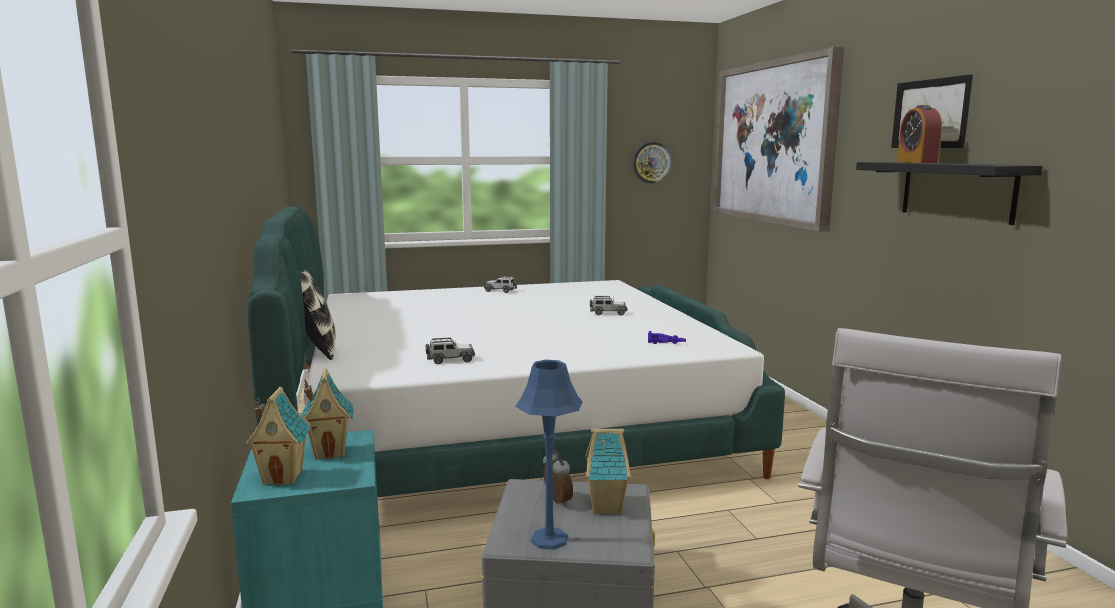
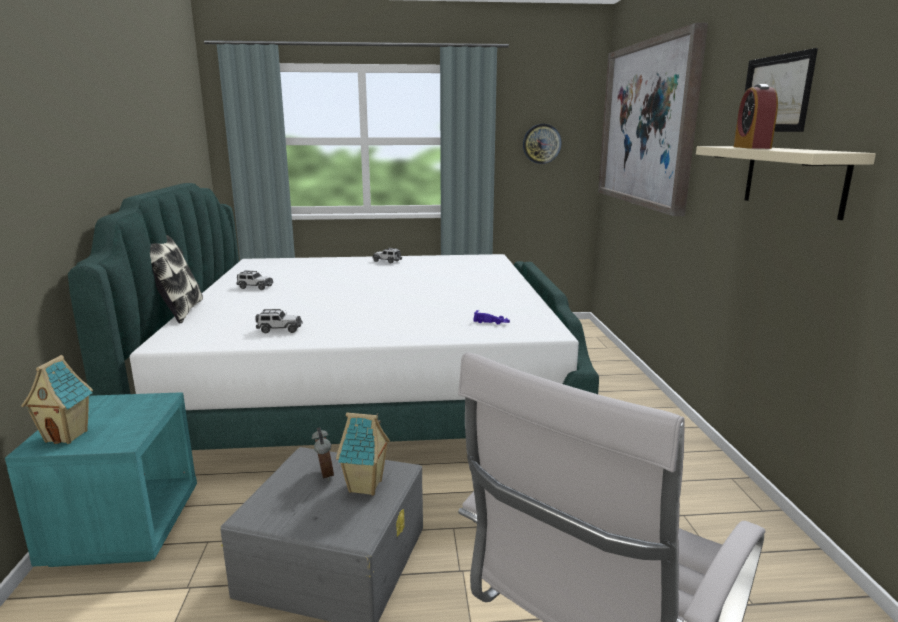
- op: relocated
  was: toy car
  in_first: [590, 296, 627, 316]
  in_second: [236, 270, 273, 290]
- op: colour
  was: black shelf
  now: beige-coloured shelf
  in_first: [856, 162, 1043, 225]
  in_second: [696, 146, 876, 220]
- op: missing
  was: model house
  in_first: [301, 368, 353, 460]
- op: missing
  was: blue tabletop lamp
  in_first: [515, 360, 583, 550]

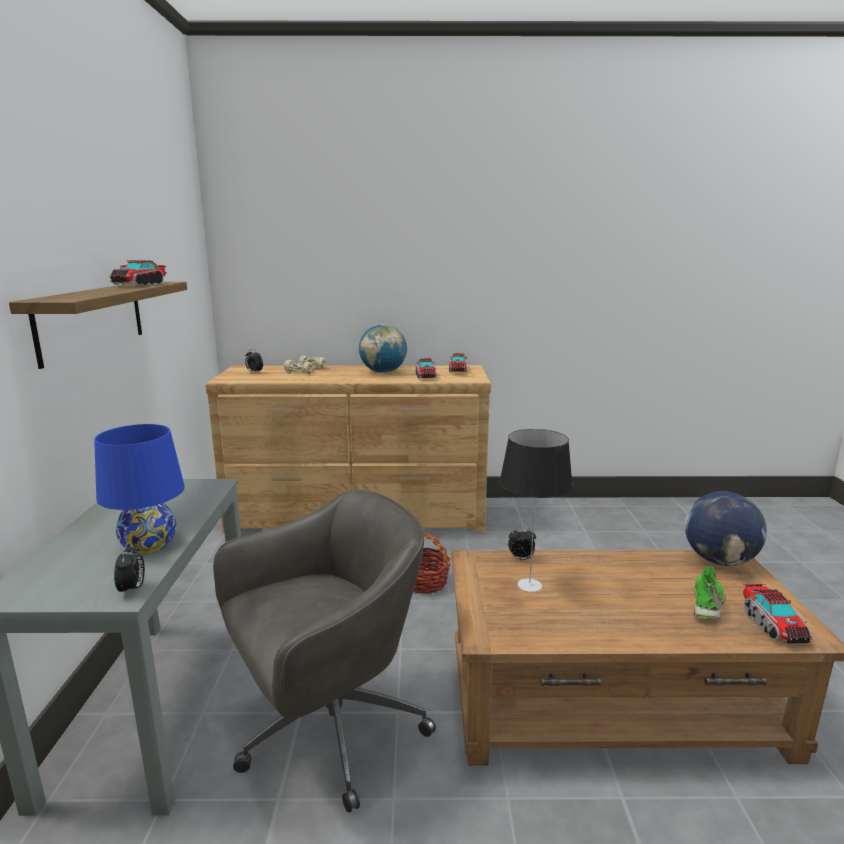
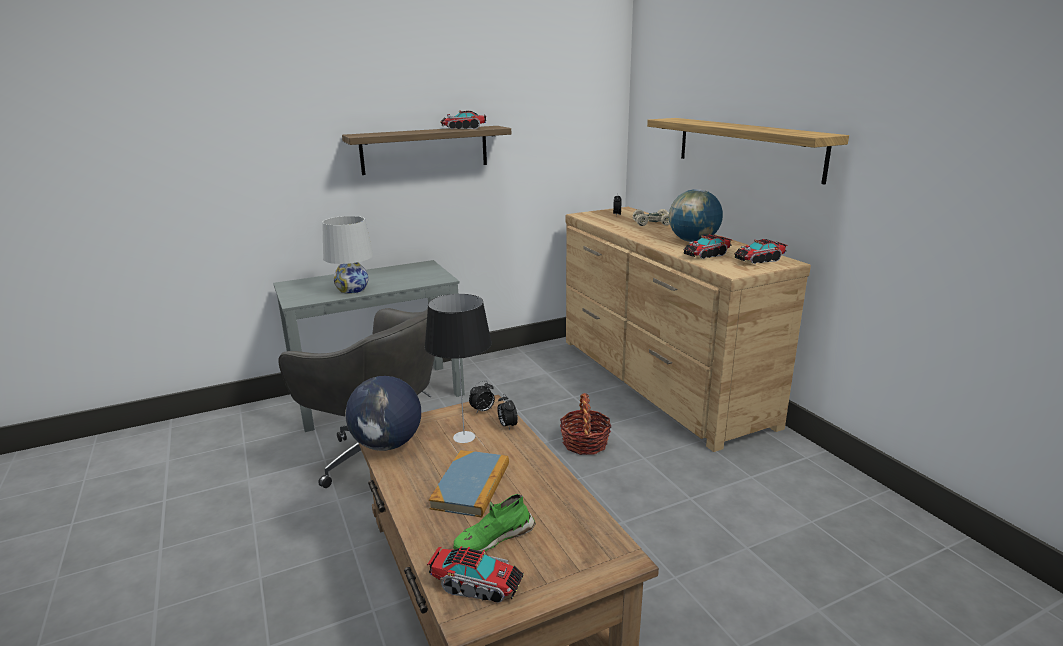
- op: colour
  was: blue tabletop lamp
  now: white tabletop lamp
  in_first: [94, 424, 185, 554]
  in_second: [322, 216, 373, 294]
- op: relocated
  was: globe
  in_first: [685, 491, 767, 566]
  in_second: [345, 376, 421, 451]
- op: spun
  was: toy truck
  in_first: [743, 584, 812, 644]
  in_second: [427, 546, 524, 602]
  clockwise: -135
- op: appeared
  now: volume
  in_second: [429, 450, 509, 518]
- op: spun
  was: green low shoe
  in_first: [694, 566, 725, 619]
  in_second: [453, 494, 536, 552]
  clockwise: 150
- op: relocated
  was: bedside clock
  in_first: [114, 542, 145, 596]
  in_second: [469, 380, 495, 414]
- op: appeared
  now: shelf
  in_second: [647, 118, 849, 185]

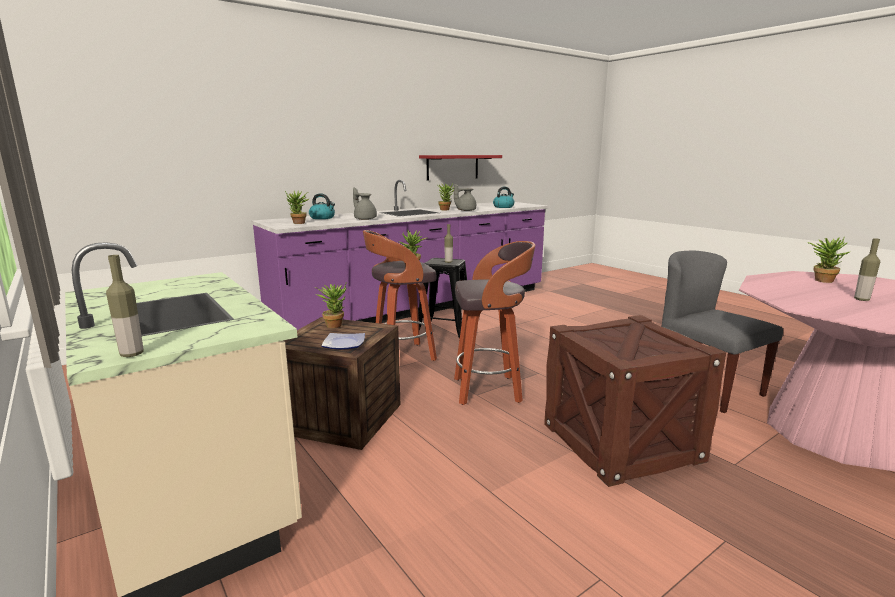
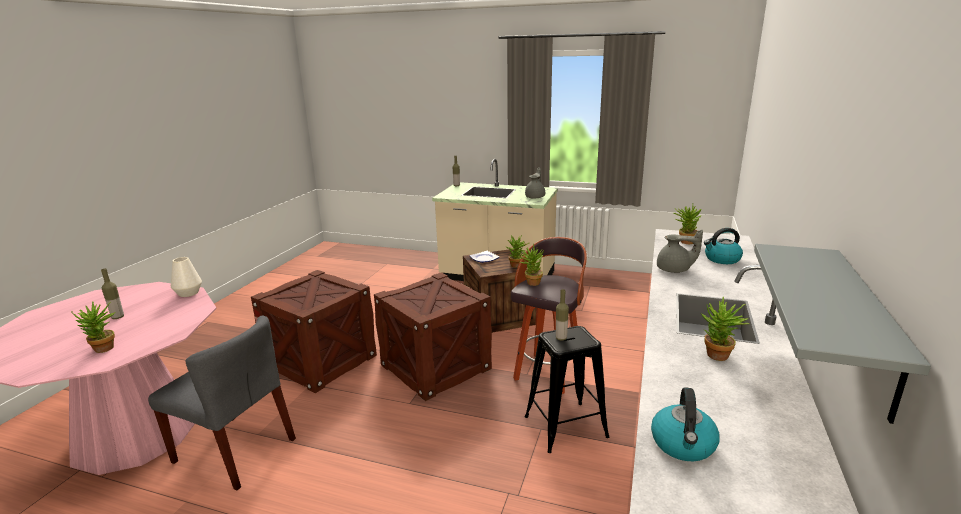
- op: appeared
  now: white flower vase
  in_second: [171, 257, 202, 297]
- op: exchanged
  was: stool
  now: crate
  in_first: [454, 241, 535, 405]
  in_second: [374, 273, 492, 401]
- op: relocated
  was: grey pot for tea
  in_first: [454, 184, 476, 211]
  in_second: [525, 167, 545, 199]
- op: colour
  was: red-coloured shelf
  now: grey shelf
  in_first: [419, 155, 502, 180]
  in_second: [754, 244, 931, 424]

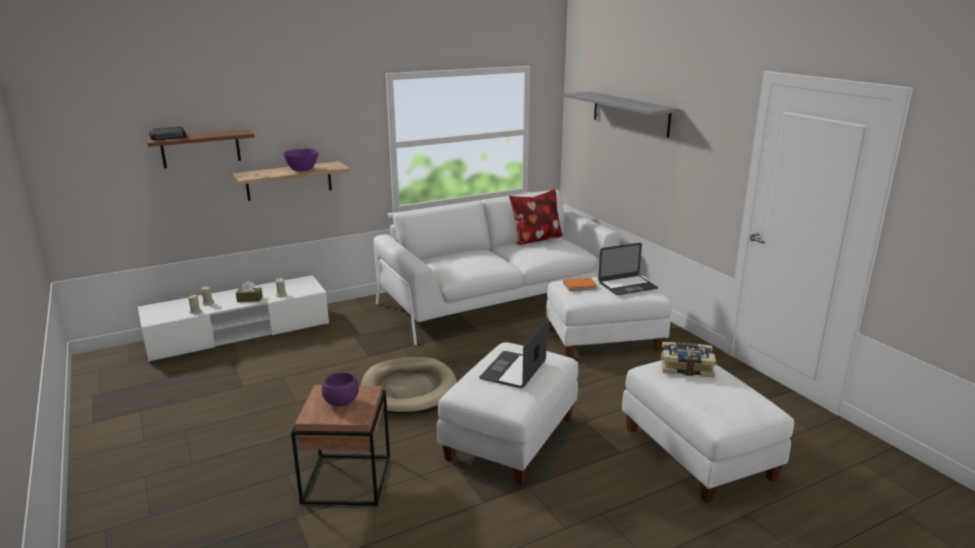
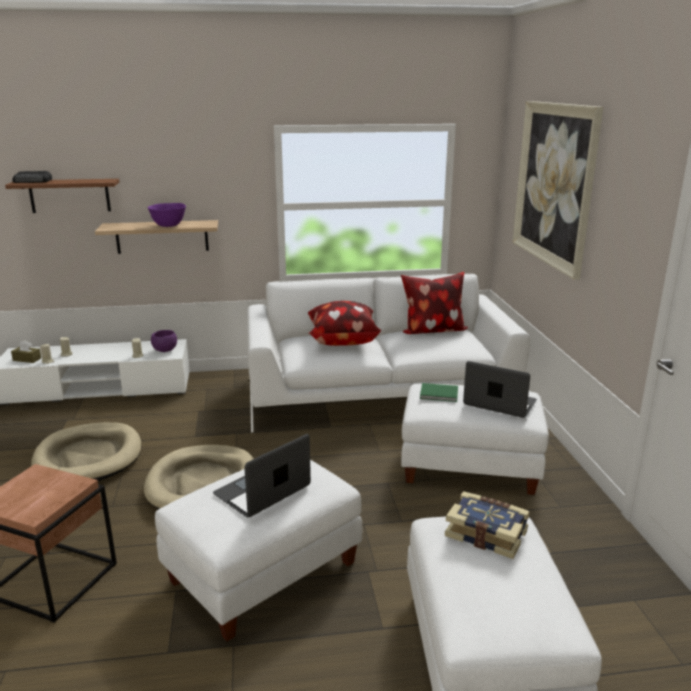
- op: relocated
  was: brown-coloured tissue holder
  in_first: [236, 281, 263, 302]
  in_second: [11, 340, 41, 363]
- op: appeared
  now: beige-coloured pet bed
  in_second: [31, 422, 142, 481]
- op: relocated
  was: purplish deep dish
  in_first: [322, 372, 359, 406]
  in_second: [151, 330, 177, 352]
- op: appeared
  now: throw pillow
  in_second: [308, 301, 381, 346]
- op: colour
  was: orangey volume
  now: green volume
  in_first: [563, 278, 597, 291]
  in_second: [420, 383, 458, 402]
- op: spun
  was: laptop
  in_first: [598, 243, 658, 295]
  in_second: [463, 361, 537, 418]
  clockwise: -150
- op: exchanged
  was: grey shelf
  now: picture
  in_first: [564, 91, 680, 138]
  in_second: [512, 101, 603, 280]

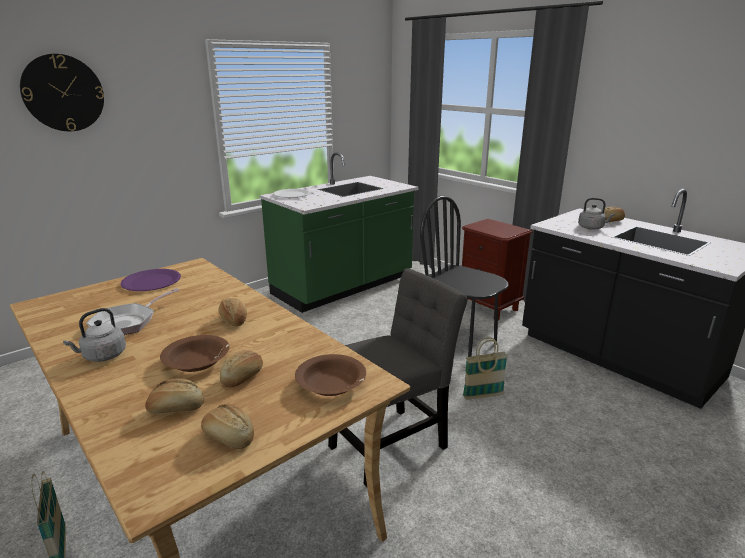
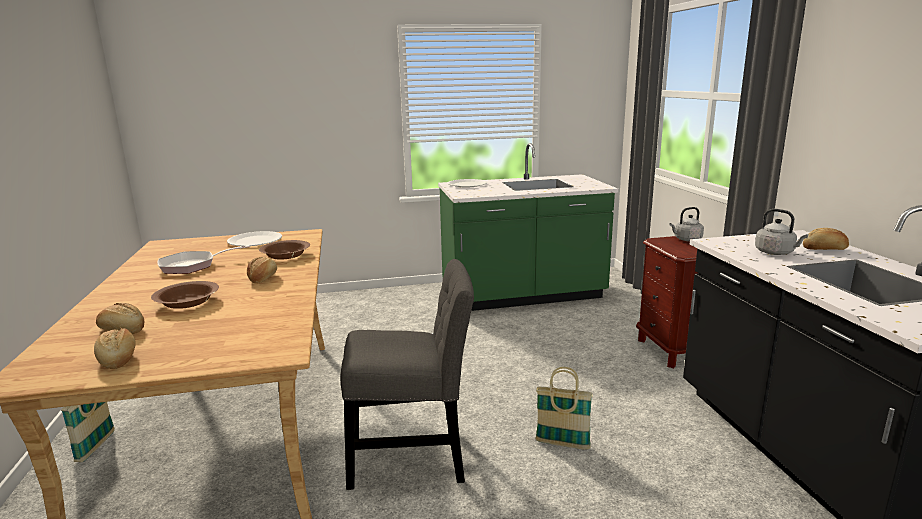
- op: colour
  was: purplish flat dish
  now: white flat dish
  in_first: [120, 269, 181, 291]
  in_second: [227, 231, 282, 246]
- op: relocated
  was: brown-coloured deep dish
  in_first: [295, 354, 366, 396]
  in_second: [259, 240, 310, 260]
- op: relocated
  was: grey tea kettle
  in_first: [63, 308, 126, 362]
  in_second: [669, 207, 704, 241]
- op: missing
  was: clock on the wall
  in_first: [20, 54, 104, 131]
- op: missing
  was: baked bread
  in_first: [220, 350, 263, 387]
- op: missing
  was: black plain chair
  in_first: [420, 195, 508, 357]

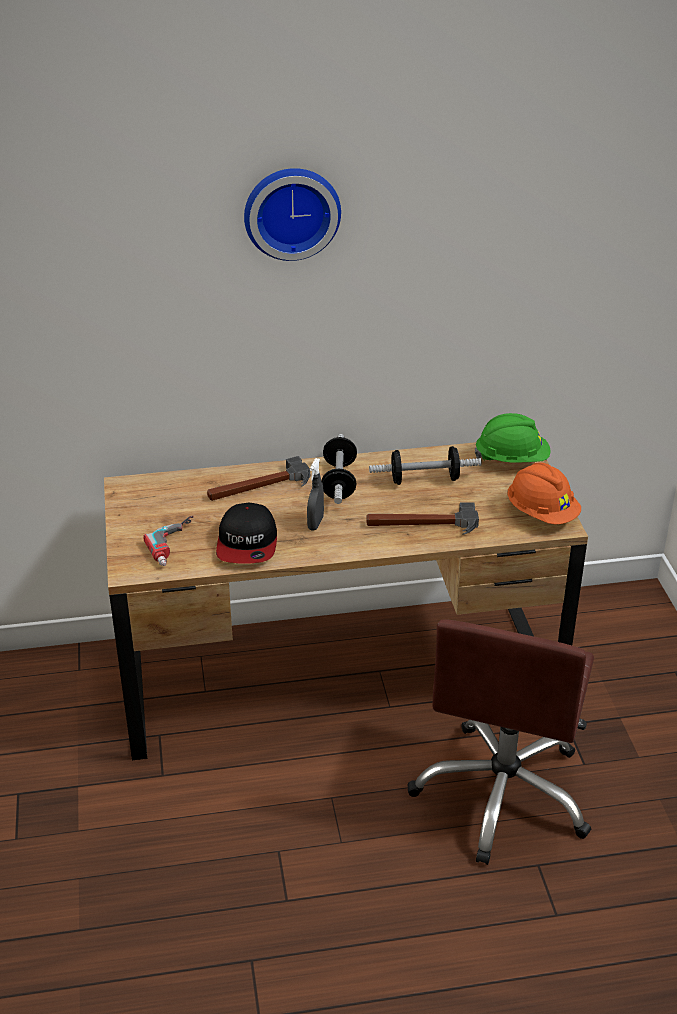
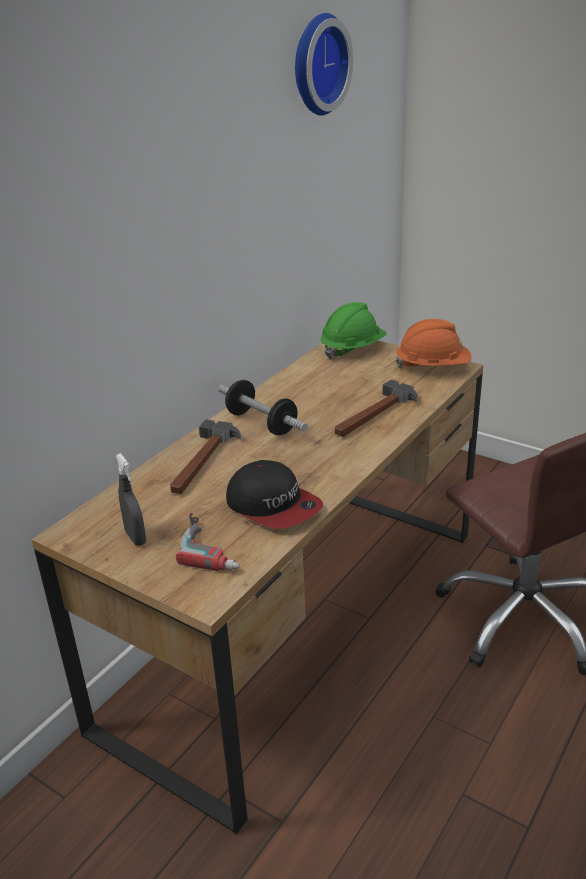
- op: relocated
  was: grey spray bottle
  in_first: [307, 458, 324, 531]
  in_second: [116, 453, 146, 546]
- op: relocated
  was: clock on the wall
  in_first: [244, 168, 341, 261]
  in_second: [295, 13, 353, 116]
- op: missing
  was: free weight
  in_first: [369, 446, 482, 485]

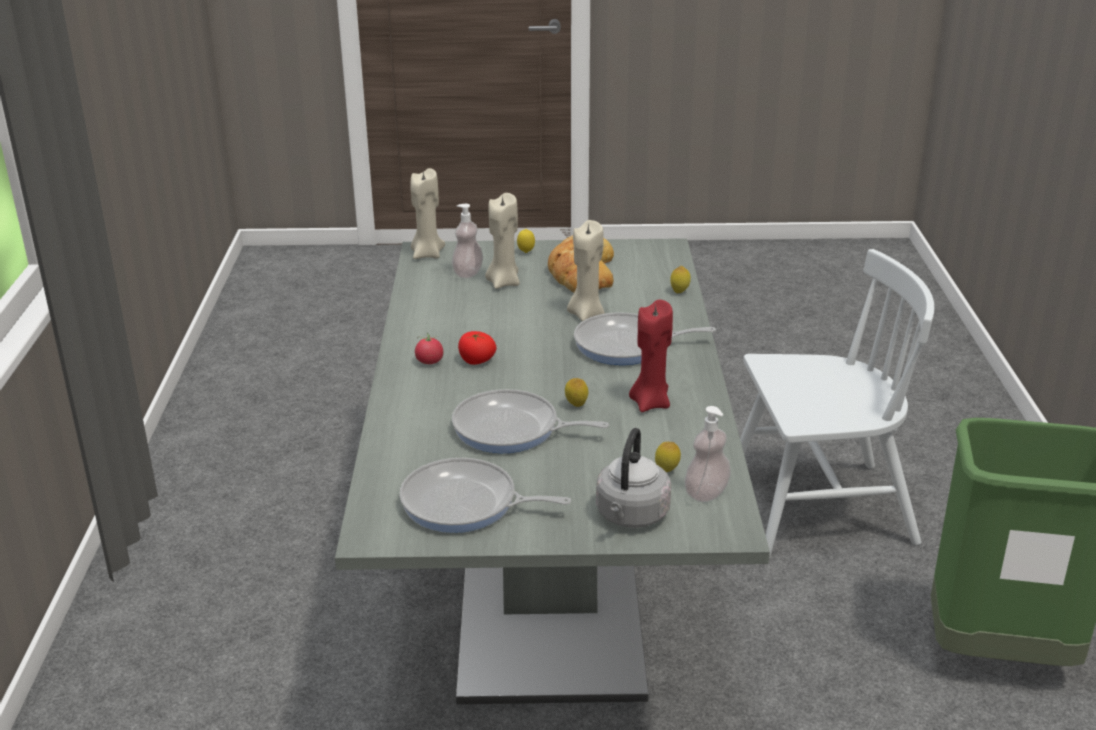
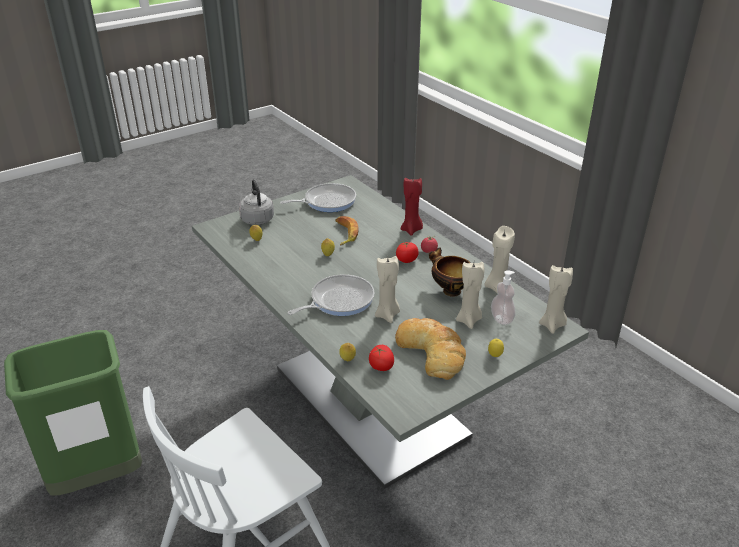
- op: exchanged
  was: frying pan
  now: whole banana
  in_first: [452, 389, 609, 453]
  in_second: [335, 216, 359, 245]
- op: appeared
  now: fresh tomato
  in_second: [369, 345, 394, 371]
- op: relocated
  was: red-coloured wax light
  in_first: [629, 300, 673, 412]
  in_second: [401, 178, 423, 236]
- op: appeared
  now: deep dish
  in_second: [429, 248, 471, 297]
- op: appeared
  now: beige-coloured wax light
  in_second: [484, 226, 515, 294]
- op: missing
  was: soap bottle
  in_first: [684, 406, 731, 502]

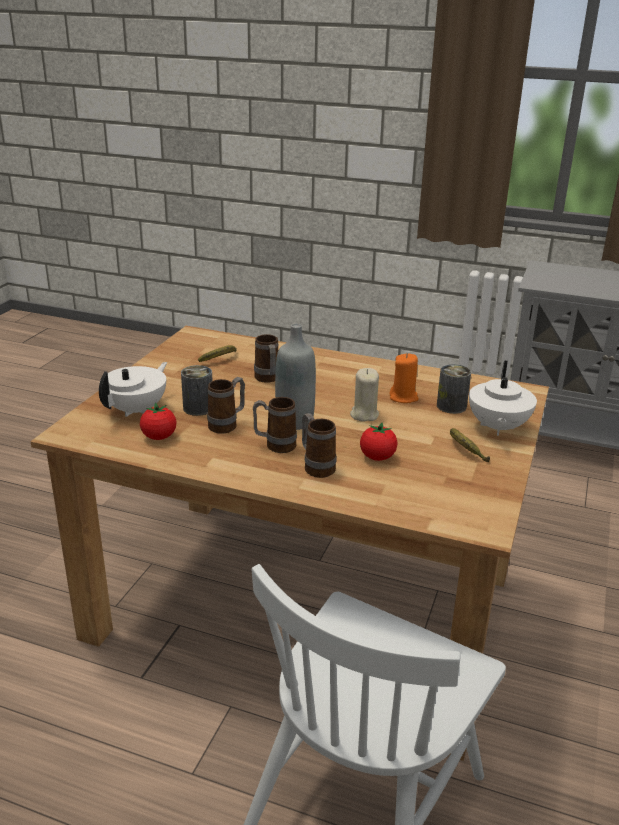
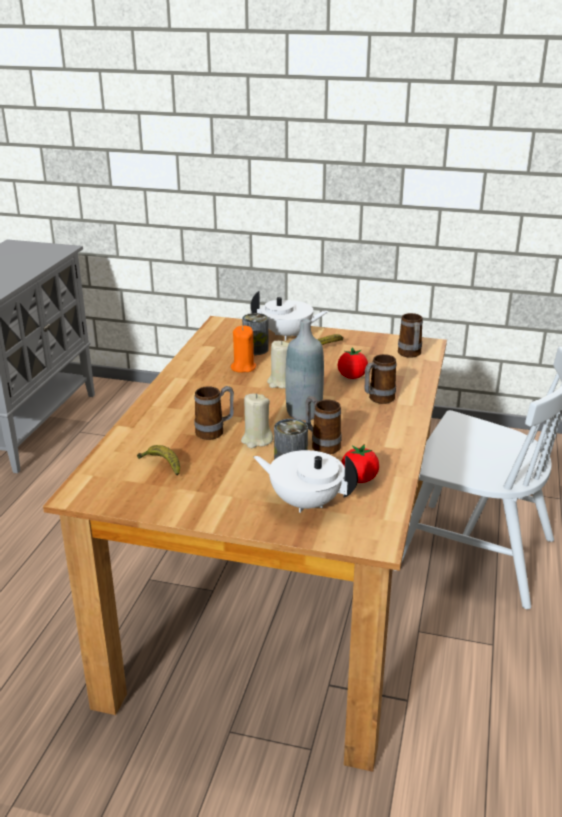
- op: appeared
  now: beige-coloured wax light
  in_second: [241, 394, 274, 448]
- op: relocated
  was: mug
  in_first: [253, 397, 297, 453]
  in_second: [398, 313, 423, 358]

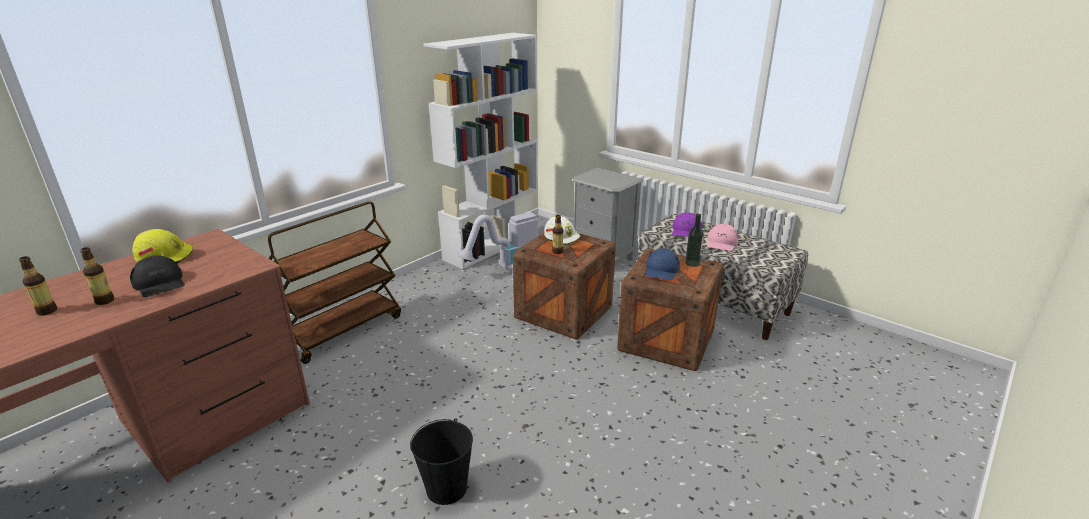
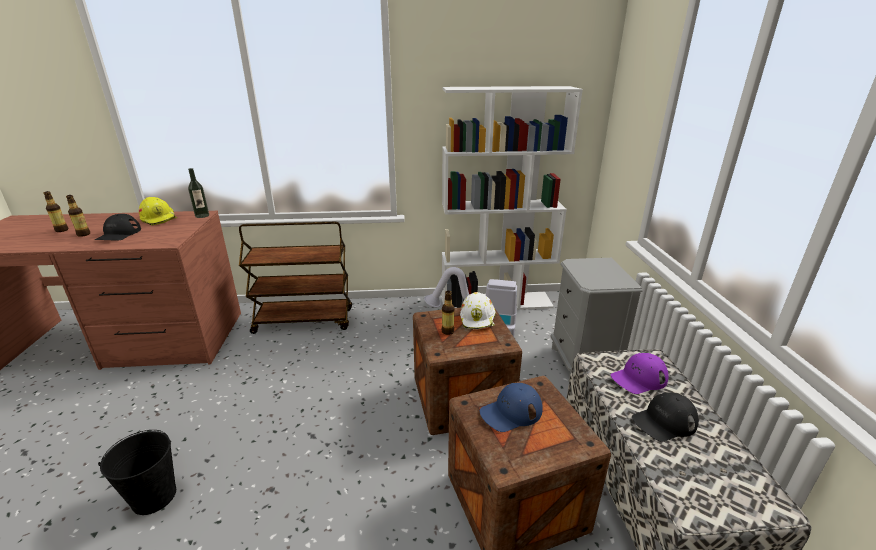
- op: relocated
  was: drink bottle
  in_first: [685, 213, 704, 267]
  in_second: [188, 168, 209, 218]
- op: colour
  was: pink cap
  now: black cap
  in_first: [707, 224, 739, 251]
  in_second: [632, 393, 699, 442]

